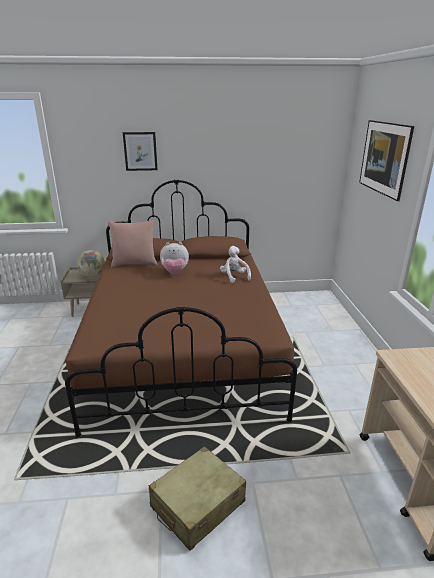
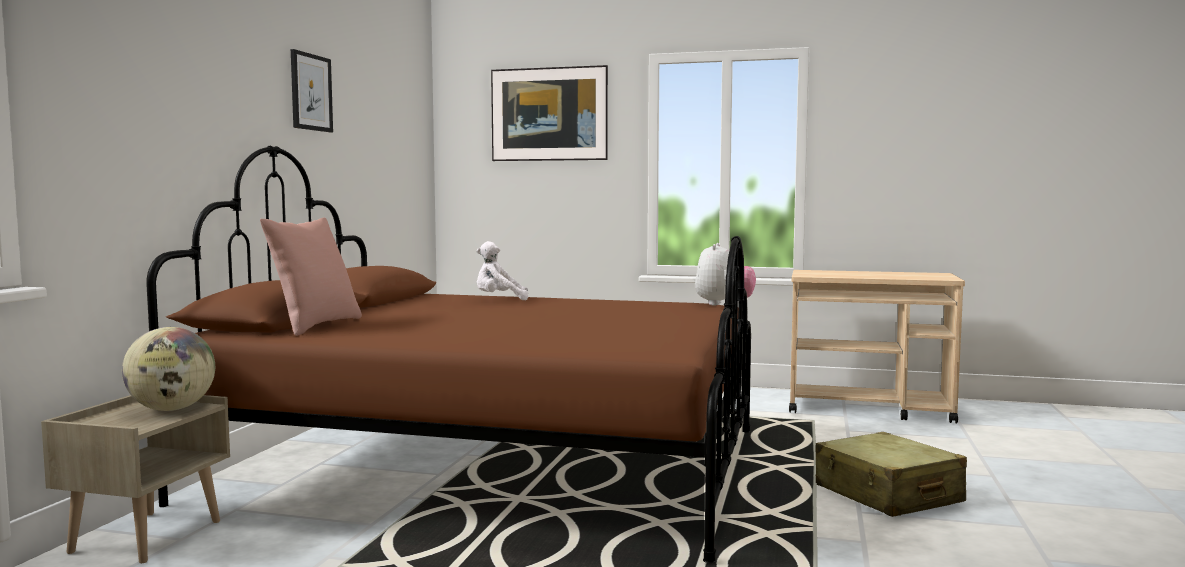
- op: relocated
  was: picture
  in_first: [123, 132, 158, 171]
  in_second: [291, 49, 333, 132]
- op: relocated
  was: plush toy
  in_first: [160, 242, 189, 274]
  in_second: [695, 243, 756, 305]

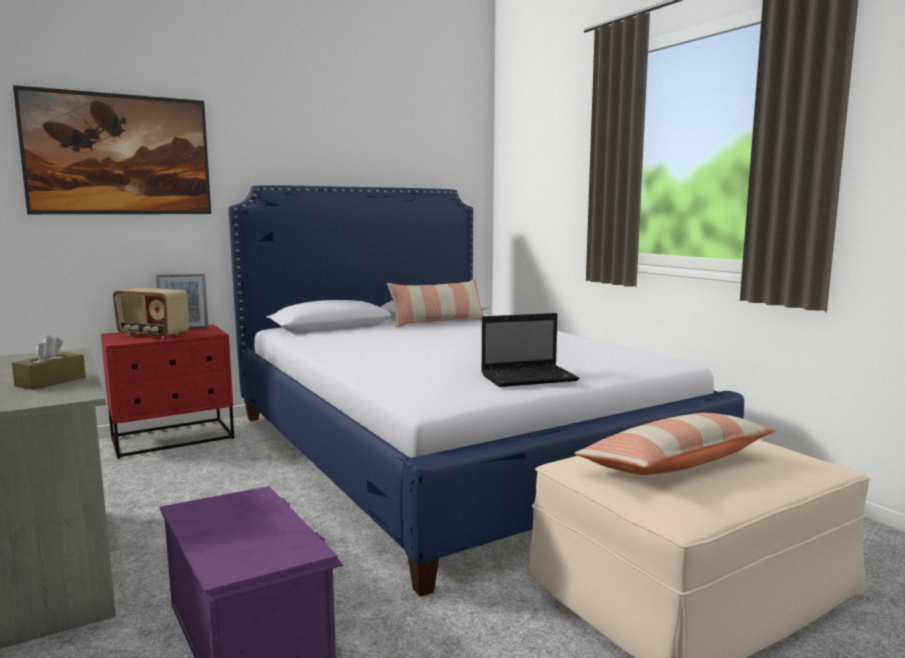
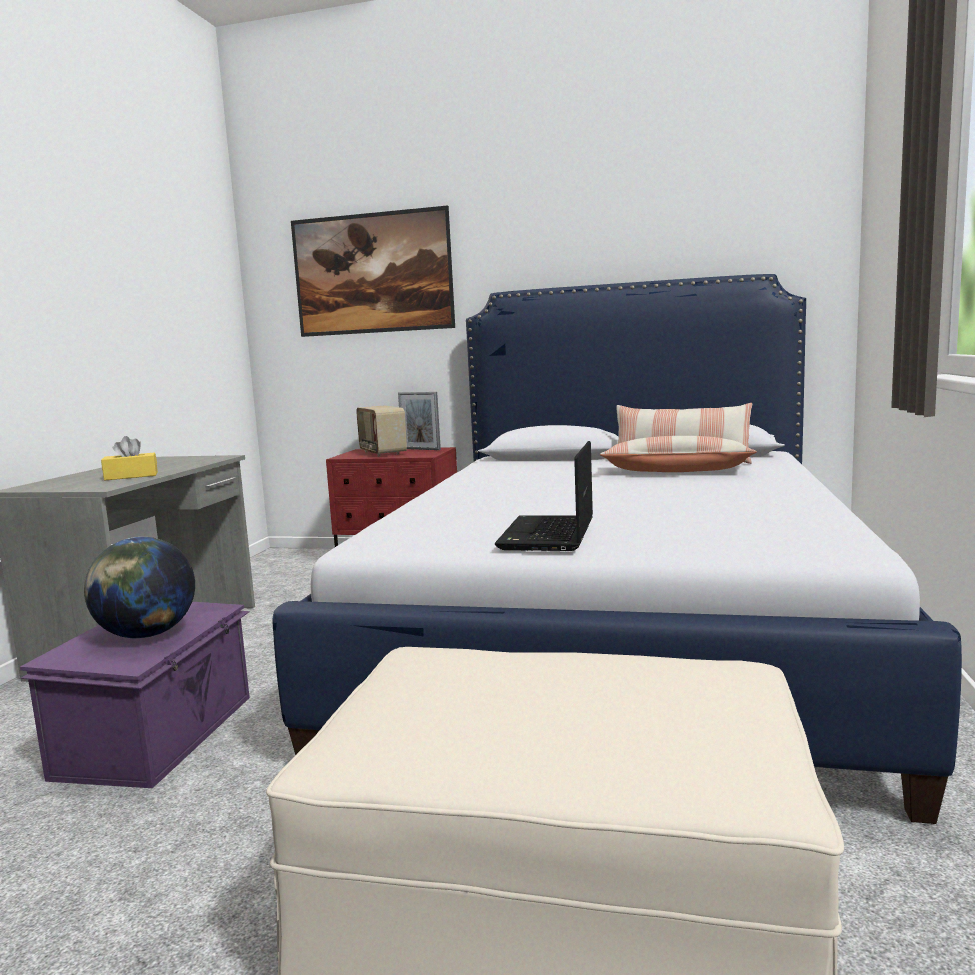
- op: appeared
  now: globe
  in_second: [84, 537, 195, 638]
- op: colour
  was: brown-coloured tissue holder
  now: yellowish tissue holder
  in_first: [12, 335, 86, 390]
  in_second: [101, 436, 158, 480]
- op: spun
  was: laptop
  in_first: [481, 313, 579, 387]
  in_second: [495, 441, 593, 551]
  clockwise: 75
- op: relocated
  was: throw pillow
  in_first: [575, 413, 776, 475]
  in_second: [600, 436, 757, 472]

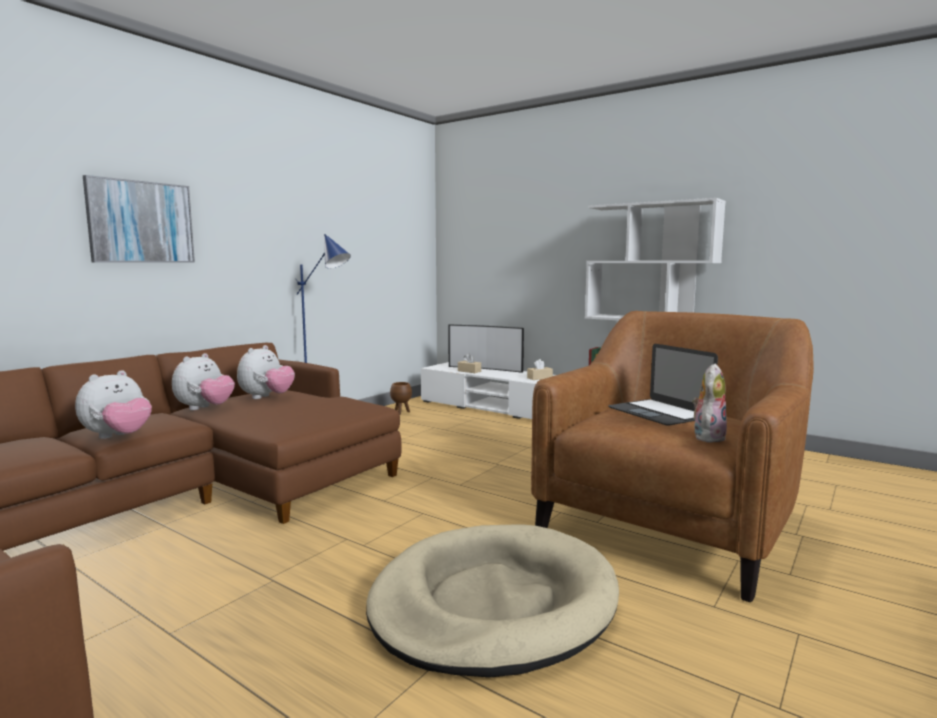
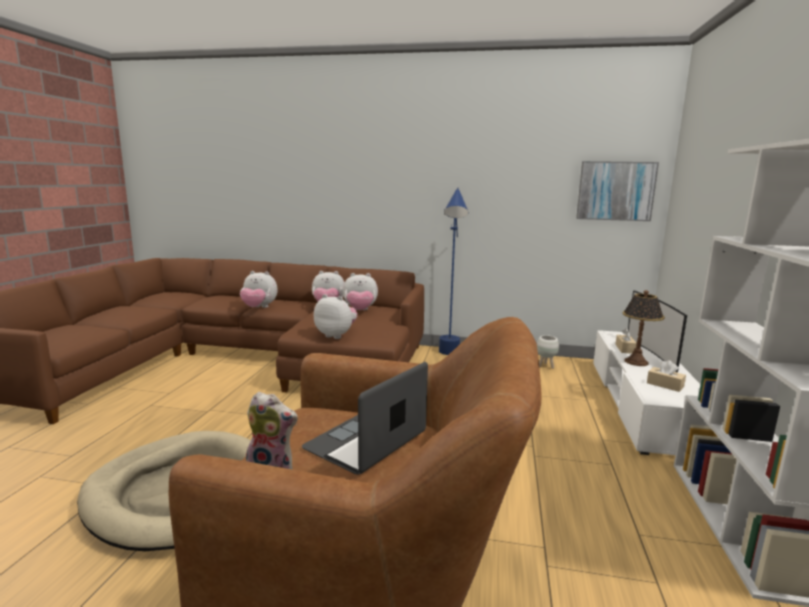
- op: appeared
  now: plush toy
  in_second: [314, 294, 358, 339]
- op: colour
  was: brown-coloured flower pot
  now: white flower pot
  in_first: [390, 382, 412, 415]
  in_second: [537, 335, 559, 369]
- op: relocated
  was: picture
  in_first: [83, 175, 195, 263]
  in_second: [576, 161, 659, 221]
- op: appeared
  now: tabletop lamp
  in_second: [623, 290, 665, 366]

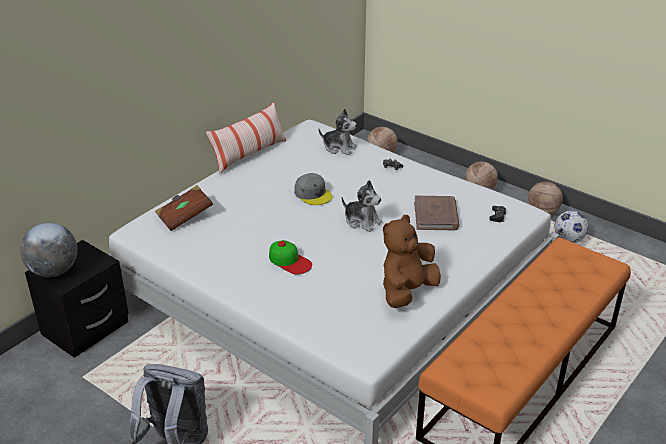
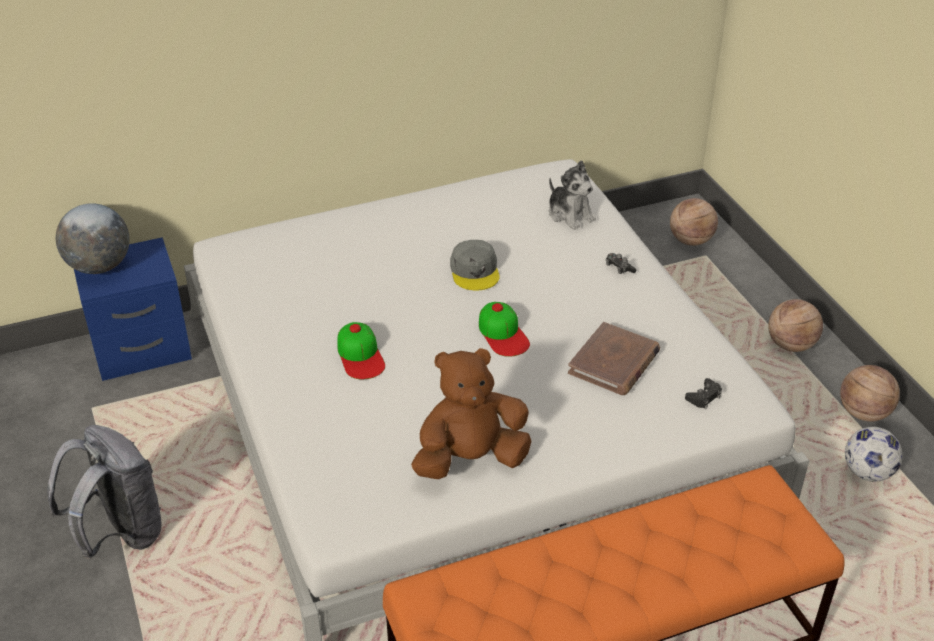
- op: colour
  was: black bedside table
  now: blue bedside table
  in_first: [25, 240, 129, 358]
  in_second: [74, 237, 192, 381]
- op: exchanged
  was: plush toy
  now: cap
  in_first: [342, 180, 383, 232]
  in_second: [479, 302, 530, 357]
- op: missing
  was: brown-coloured volume
  in_first: [155, 185, 213, 231]
- op: missing
  was: throw pillow
  in_first: [206, 102, 286, 174]

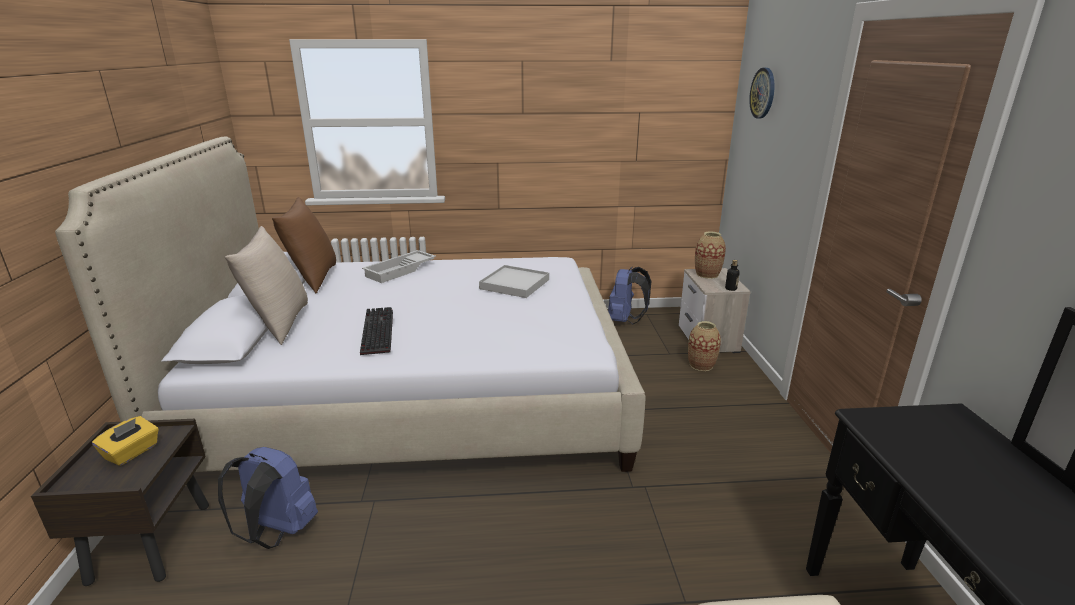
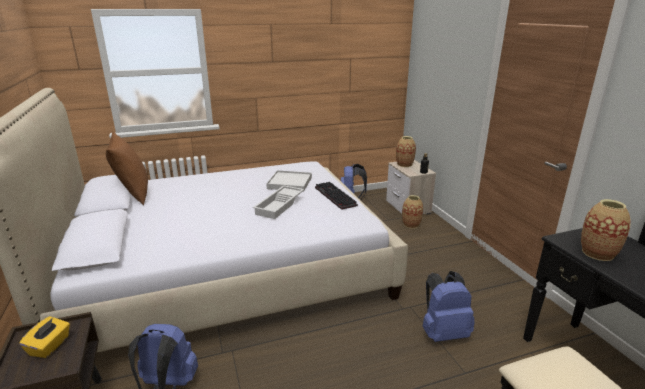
- op: relocated
  was: white tray
  in_first: [362, 250, 436, 283]
  in_second: [253, 185, 304, 219]
- op: relocated
  was: computer keyboard
  in_first: [360, 307, 393, 355]
  in_second: [315, 182, 358, 210]
- op: appeared
  now: blue knapsack
  in_second: [423, 271, 475, 342]
- op: appeared
  now: flower vase
  in_second: [581, 199, 631, 261]
- op: missing
  was: beige-coloured throw pillow
  in_first: [225, 226, 308, 345]
- op: missing
  was: clock on the wall
  in_first: [749, 68, 775, 118]

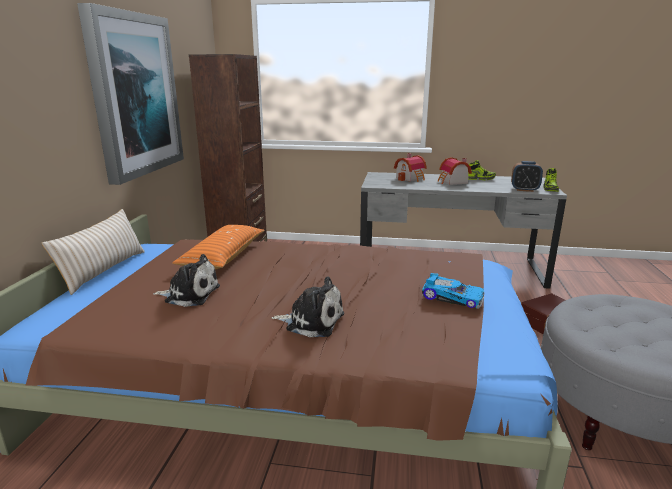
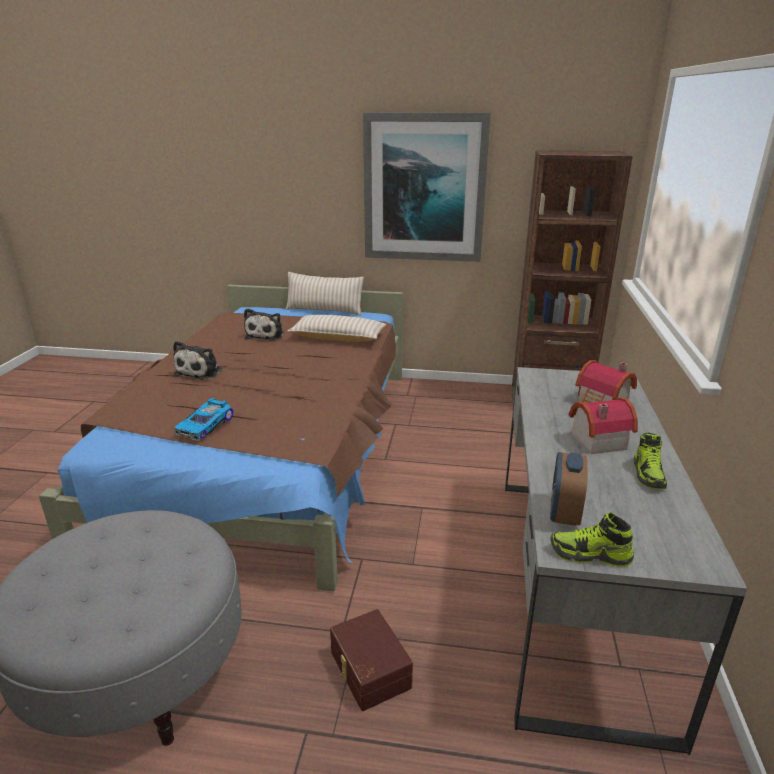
- op: colour
  was: orangey throw pillow
  now: beige-coloured throw pillow
  in_first: [172, 225, 264, 269]
  in_second: [287, 315, 386, 342]

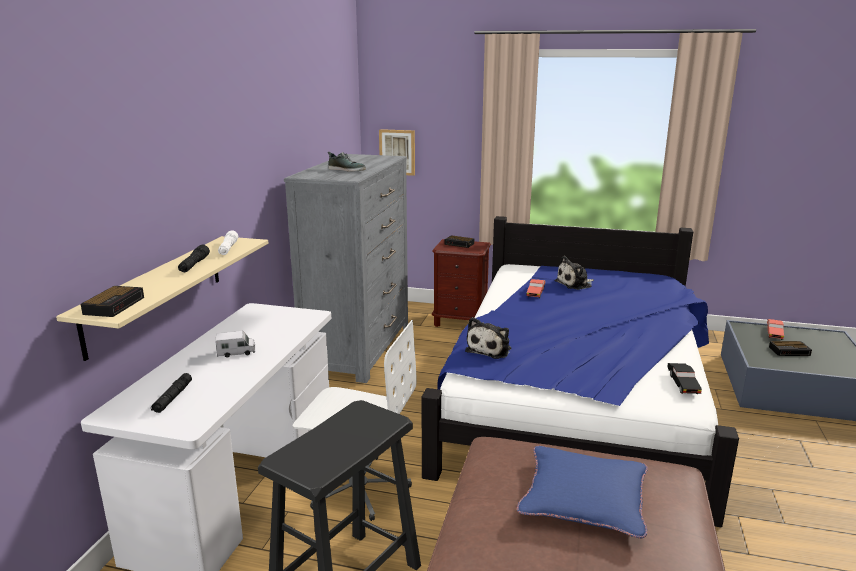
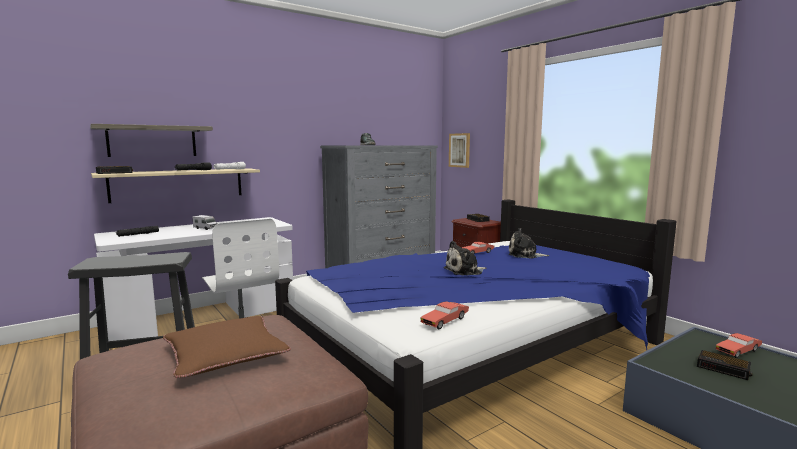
- op: appeared
  now: shelf
  in_second: [90, 124, 213, 157]
- op: colour
  was: blue throw pillow
  now: brown-coloured throw pillow
  in_first: [517, 446, 648, 538]
  in_second: [163, 316, 291, 378]
- op: colour
  was: black toy car
  now: red-coloured toy car
  in_first: [668, 363, 702, 394]
  in_second: [421, 301, 469, 329]
- op: relocated
  was: plush toy
  in_first: [465, 317, 511, 359]
  in_second: [444, 241, 486, 276]

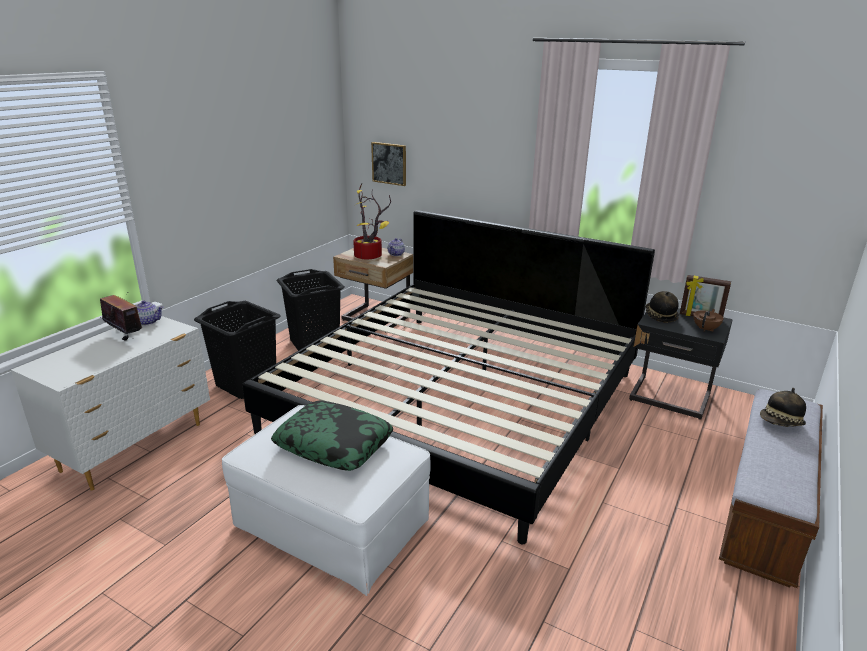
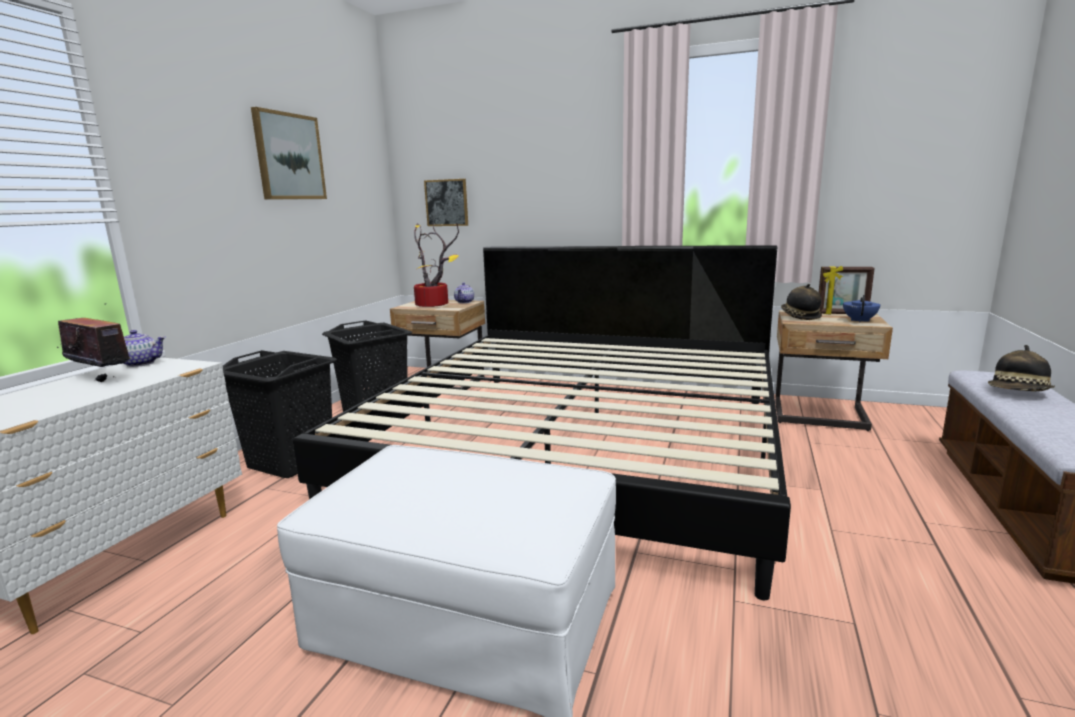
- op: appeared
  now: picture
  in_second: [251, 107, 327, 199]
- op: colour
  was: black bedside table
  now: beige-coloured bedside table
  in_first: [629, 308, 733, 420]
  in_second: [775, 310, 893, 431]
- op: colour
  was: brown-coloured pot for tea
  now: blue pot for tea
  in_first: [693, 309, 724, 332]
  in_second: [843, 295, 880, 322]
- op: missing
  was: throw pillow
  in_first: [271, 400, 393, 471]

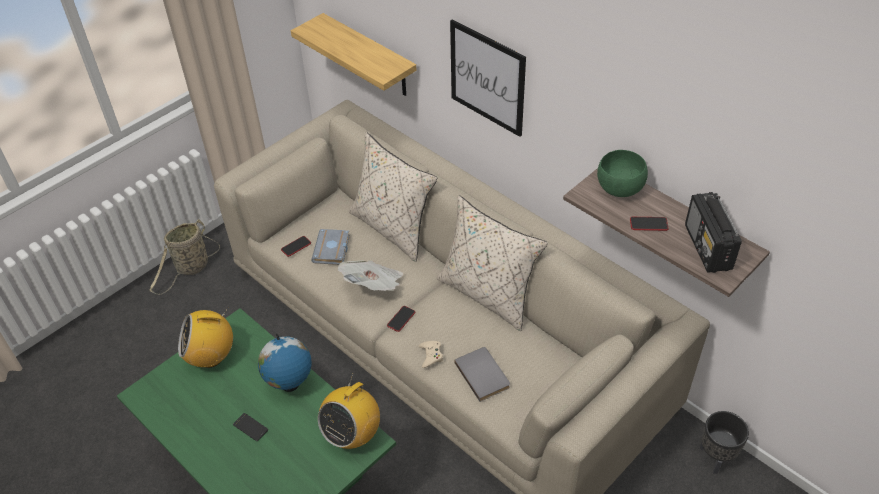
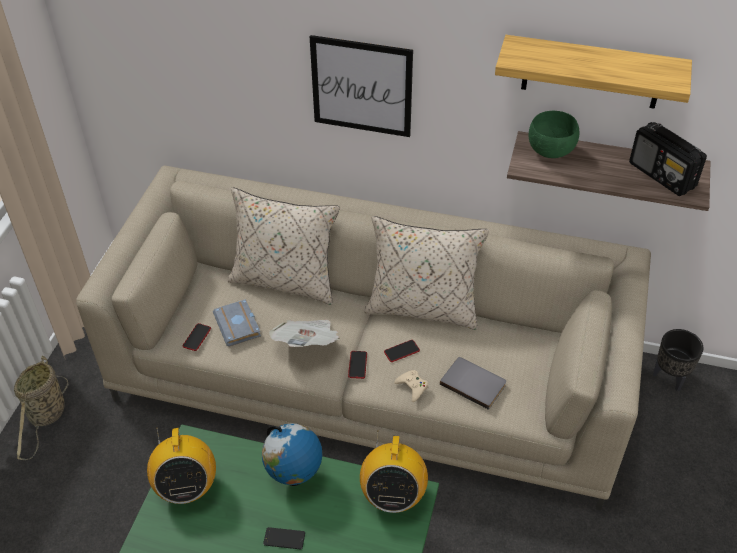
- op: spun
  was: radio receiver
  in_first: [178, 306, 233, 368]
  in_second: [147, 428, 216, 504]
  clockwise: -60
- op: relocated
  was: phone
  in_first: [630, 217, 669, 231]
  in_second: [384, 340, 420, 362]
- op: relocated
  was: shelf
  in_first: [291, 13, 416, 96]
  in_second: [495, 35, 692, 109]

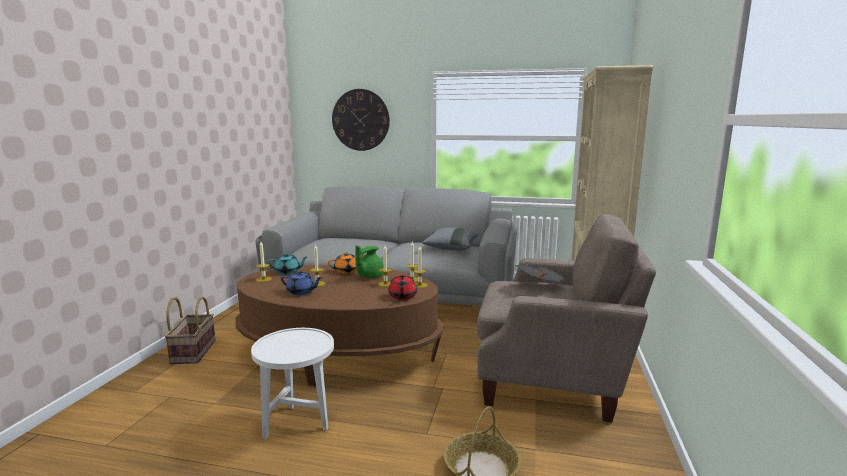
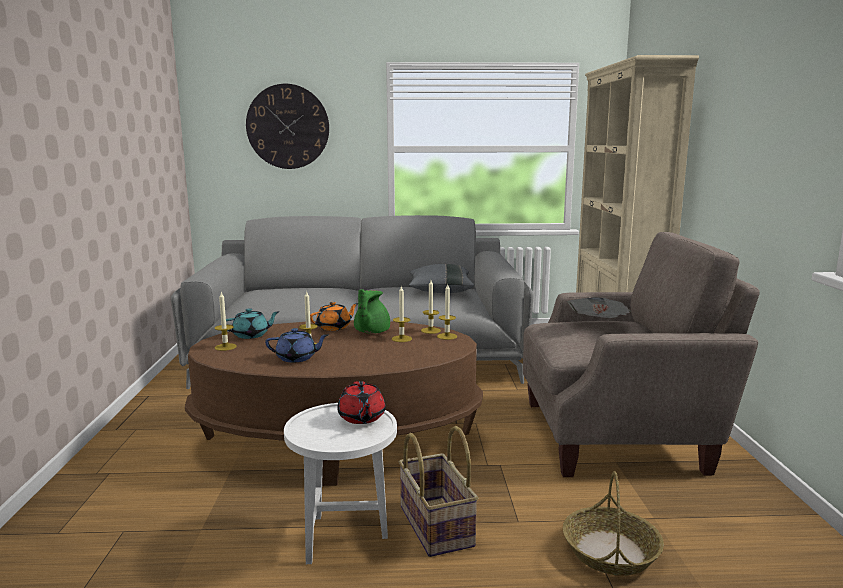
- op: relocated
  was: red-coloured pot for tea
  in_first: [388, 274, 417, 300]
  in_second: [337, 381, 385, 424]
- op: relocated
  was: storage basket
  in_first: [164, 296, 216, 364]
  in_second: [399, 426, 478, 557]

